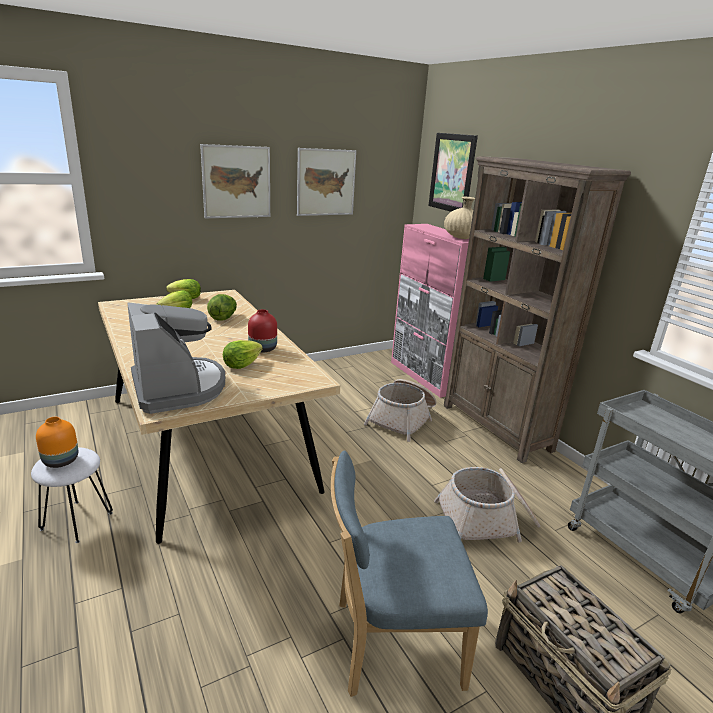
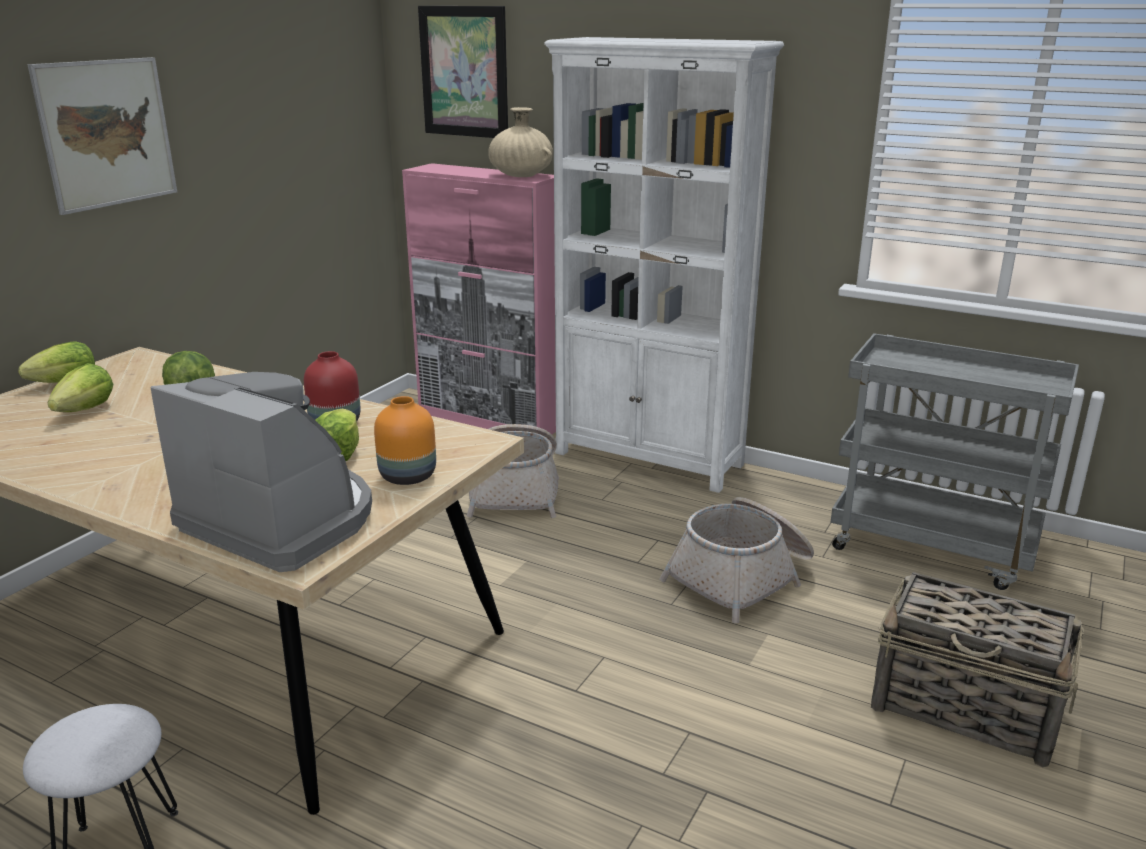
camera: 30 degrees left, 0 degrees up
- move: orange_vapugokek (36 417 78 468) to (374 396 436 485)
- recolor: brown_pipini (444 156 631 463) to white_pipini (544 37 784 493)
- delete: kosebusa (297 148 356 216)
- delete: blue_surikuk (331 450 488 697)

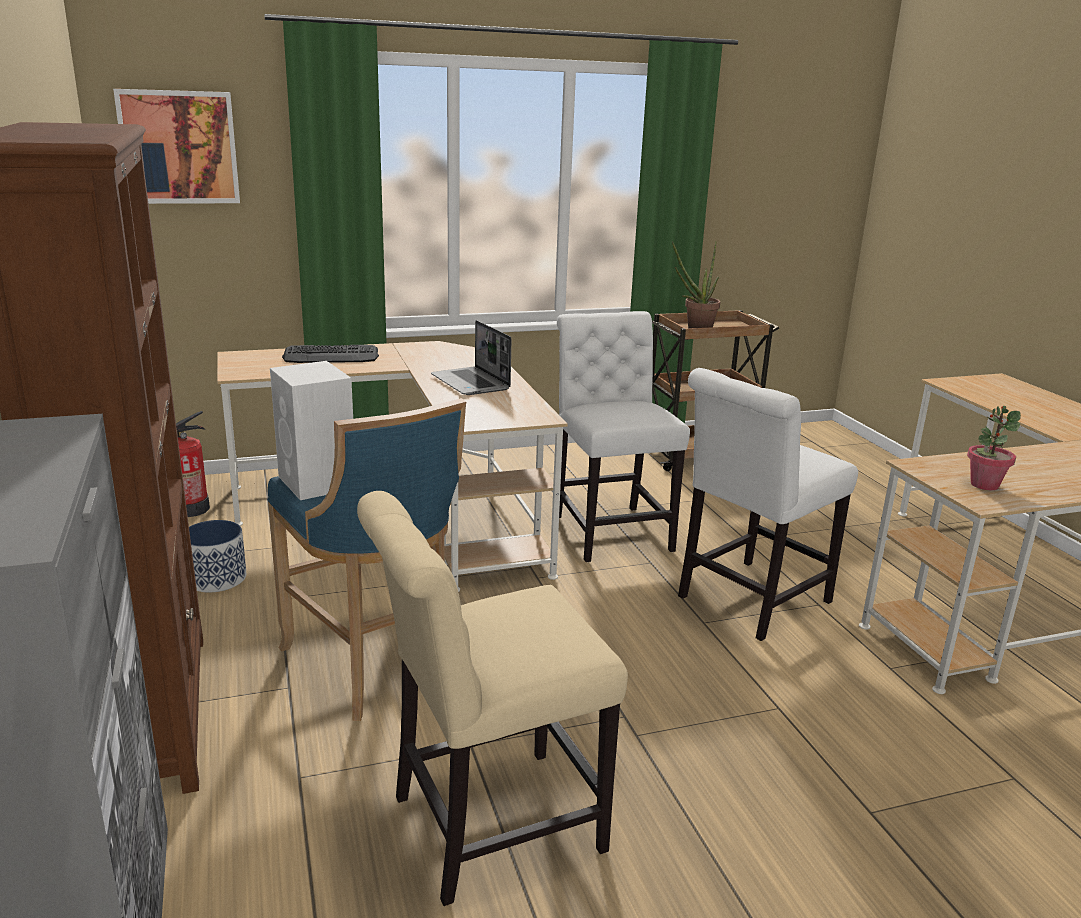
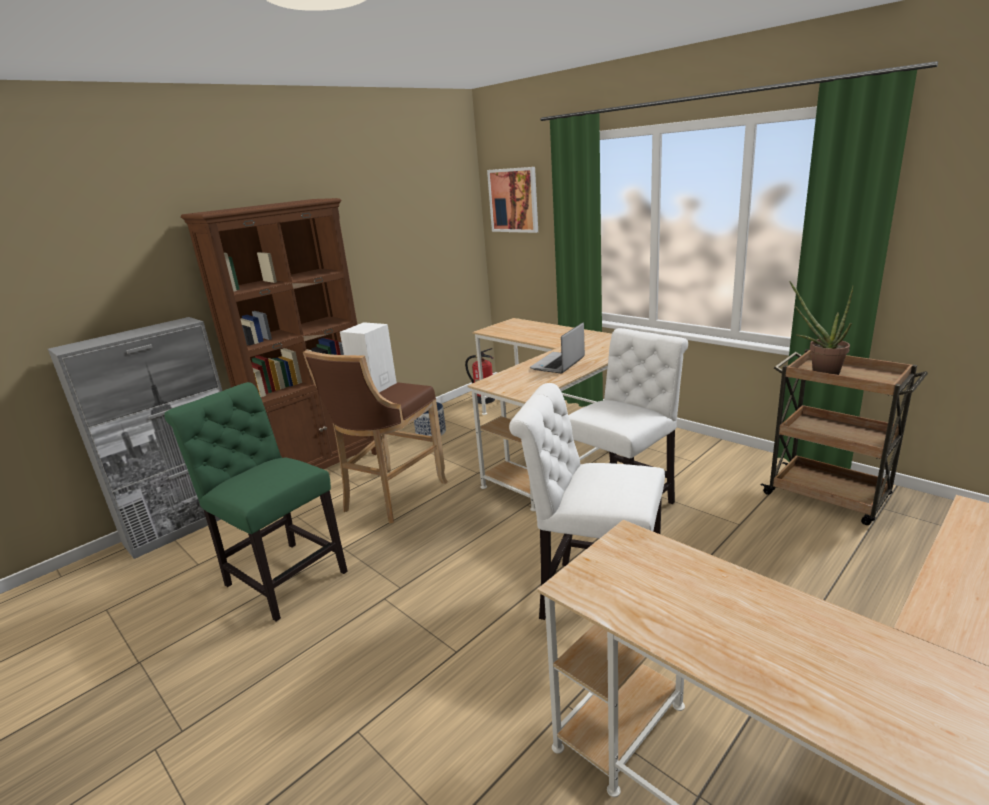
camera: 65 degrees right, 0 degrees up
- recolor: beige_surikuk (357 491 628 906) to green_surikuk (164 382 348 622)
- recolor: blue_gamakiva (267 398 466 721) to brown_gamakiva (303 350 448 524)
- delete: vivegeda (282 345 379 363)
- delete: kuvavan (967 406 1021 490)

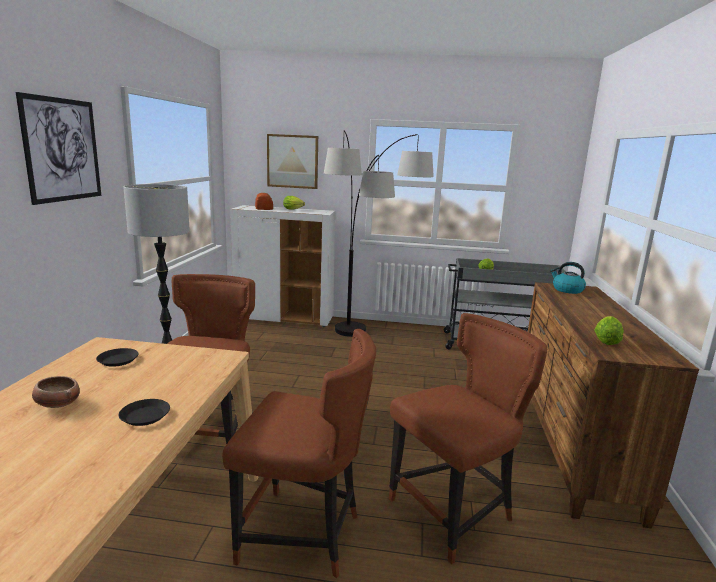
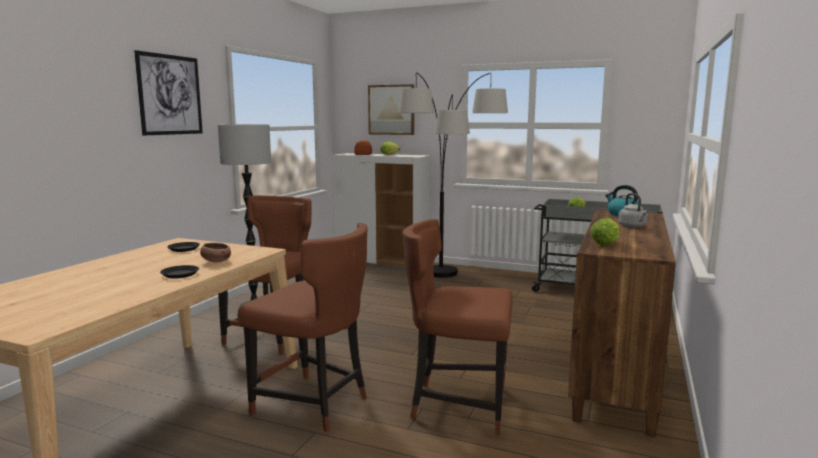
camera: 15 degrees right, 5 degrees down
- move: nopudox (32 376 80 408) to (200 243 231 263)
- rotate: brown_surikuk (389 313 547 564) = (402 219 513 435) 150 degrees counterclockwise
- insert: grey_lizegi (618 193 648 228)

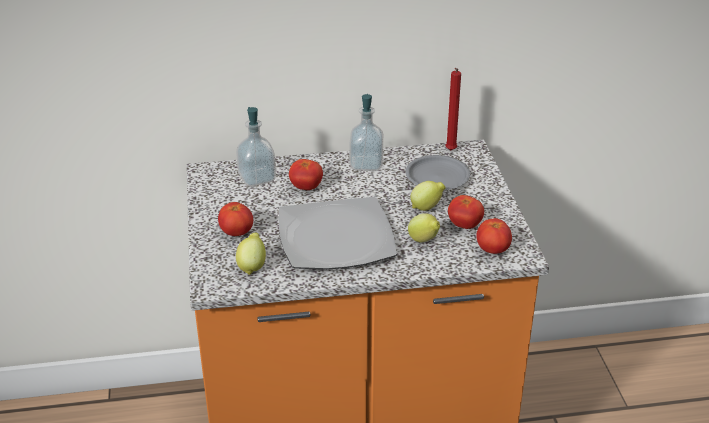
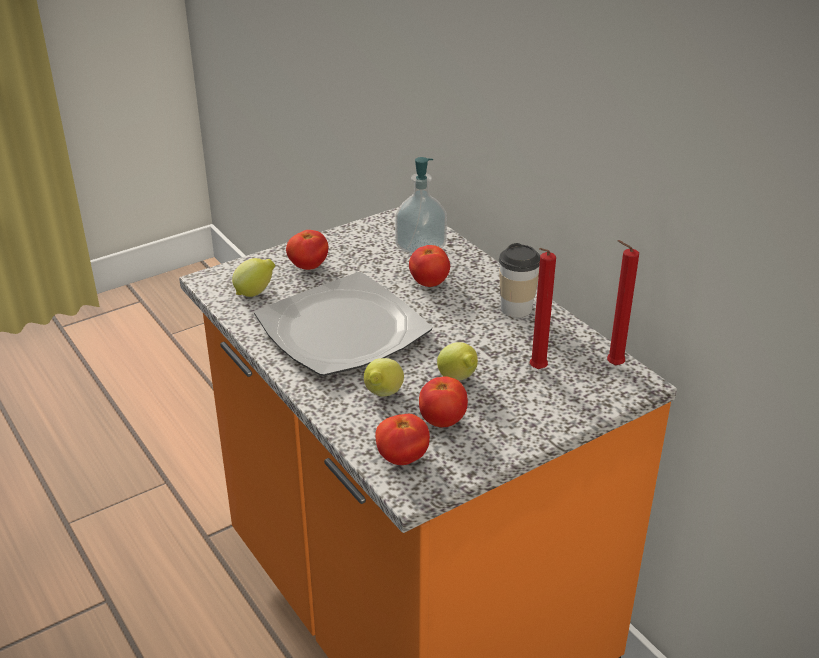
camera: 65 degrees right, 0 degrees up
- replace: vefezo (349 94 383 171) to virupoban (499 243 540 318)
- replace: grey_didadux (406 155 470 190) to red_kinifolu (530 248 556 369)

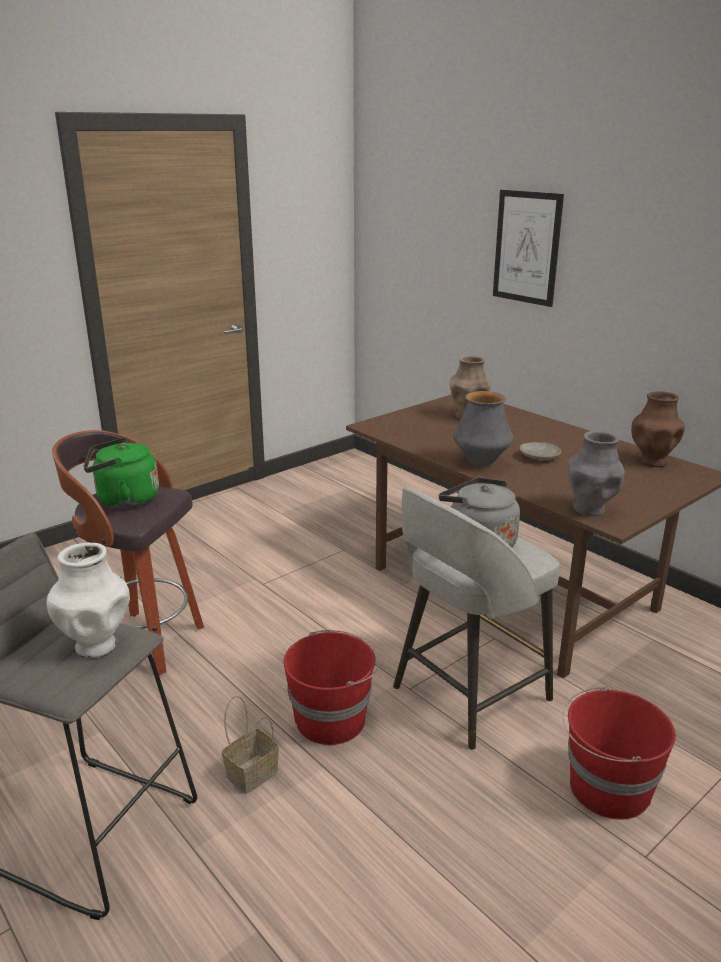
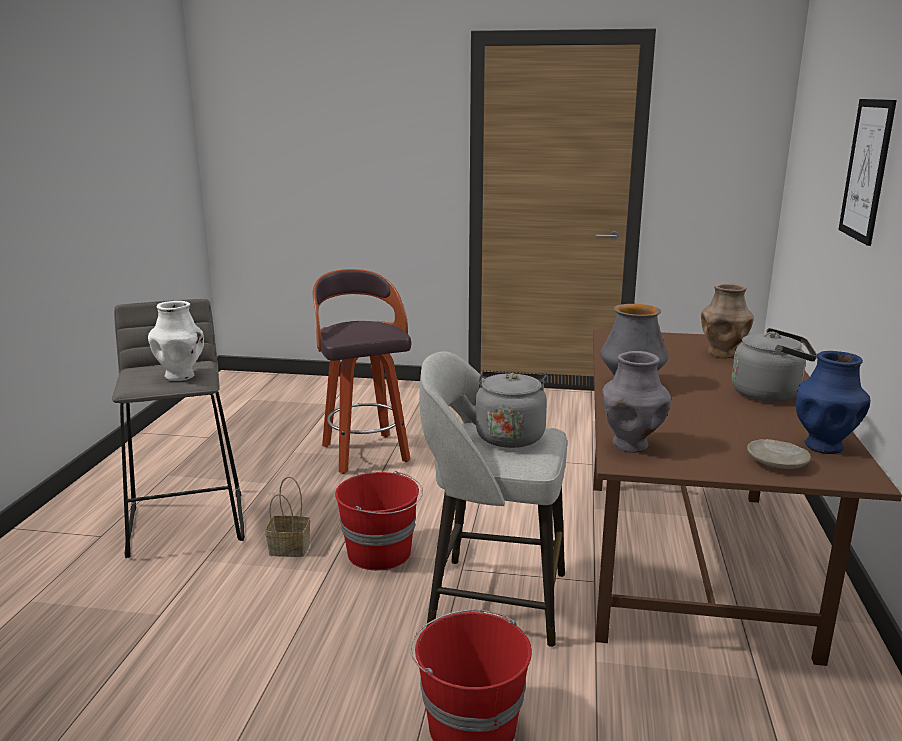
camera: 50 degrees right, 5 degrees down
- insert: grey_lizegi (732 328 817 402)
- move: beige_didadux (520 442 561 461) to (747 439 811 469)
- recolor: brown_vapugokek (631 391 685 467) to blue_vapugokek (796 351 870 454)
- delete: green_lizegi (84 438 159 508)

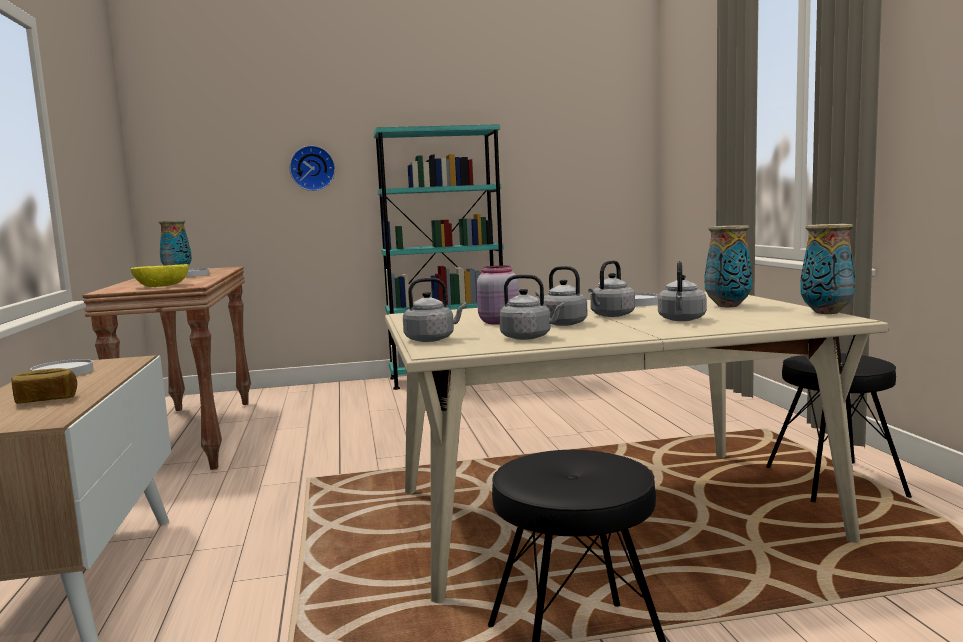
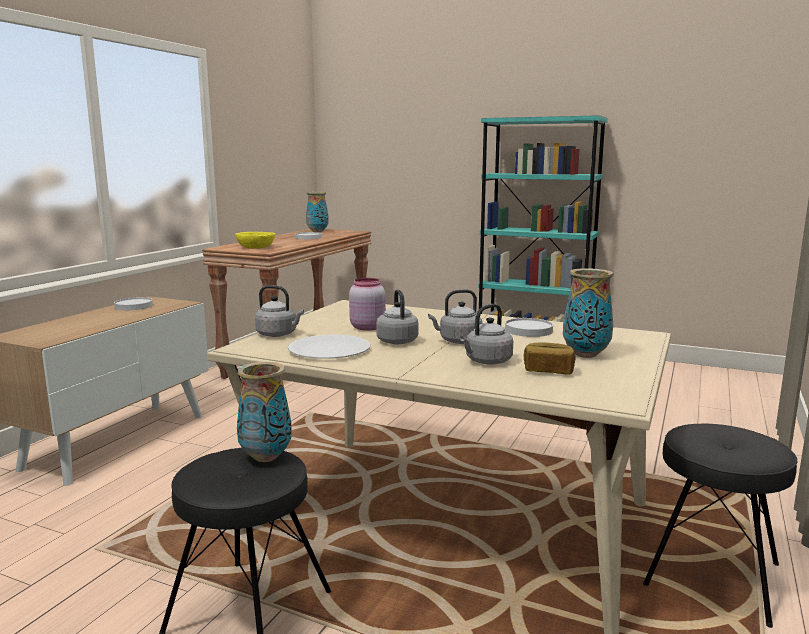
camera: 35 degrees right, 5 degrees up
- move: vapugokek (800 224 855 314) to (237 362 292 462)
- replace: grey_lizegi (499 275 565 340) to white_didadux (288 335 370 359)
- move: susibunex (11 368 77 404) to (524 343 576 374)
- delete: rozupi (289 145 335 191)

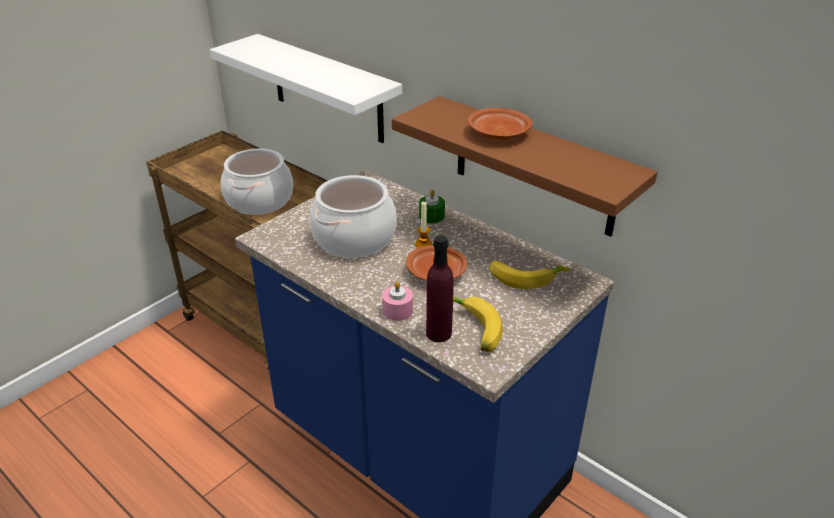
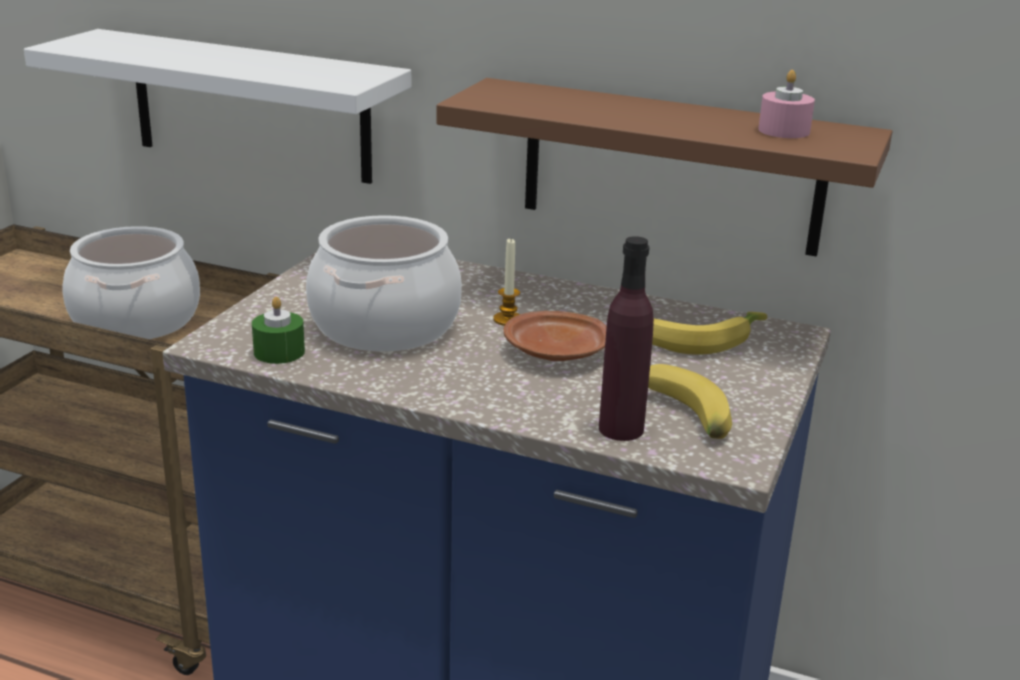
camera: 20 degrees left, 10 degrees down
- move: green_kinifolu (419 190 445 223) to (252 296 305 364)
- move: pink_kinifolu (382 281 413 321) to (758 70 815 138)
- delete: brown_didadux (468 108 533 140)

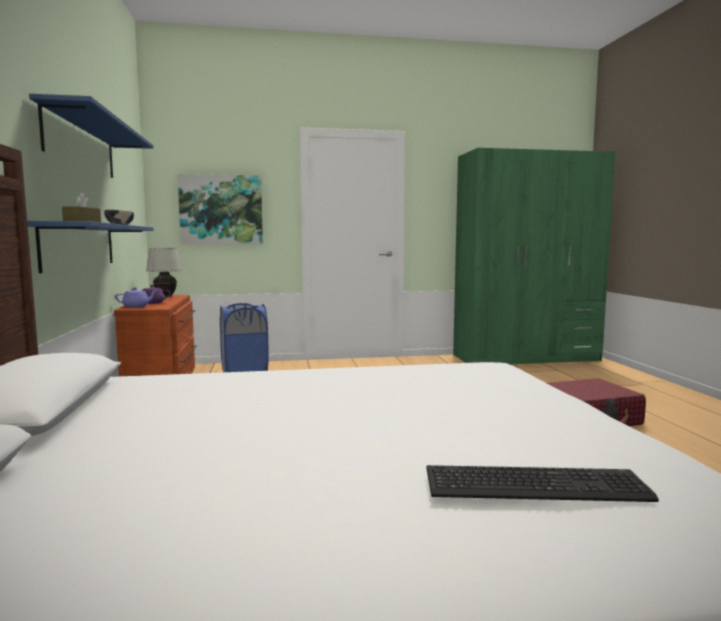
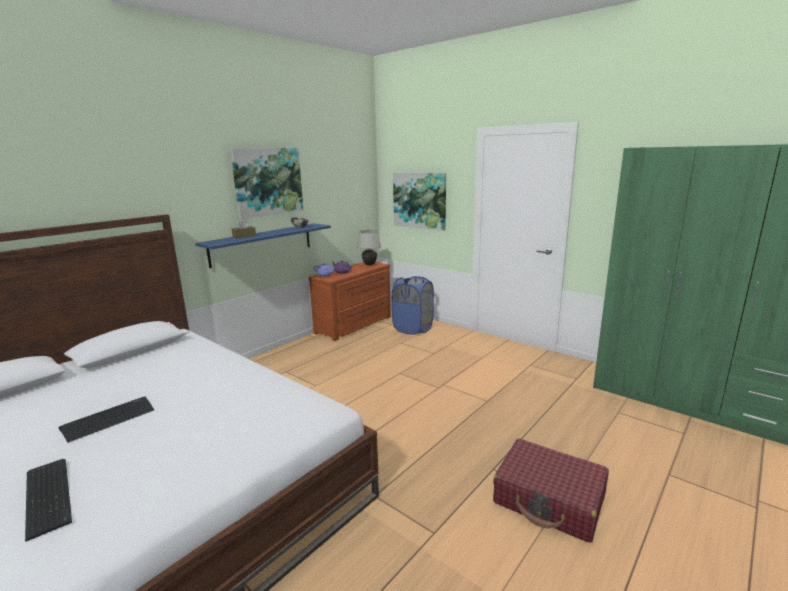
camera: 50 degrees right, 10 degrees up
- insert: vivegeda (58 397 154 443)
- replace: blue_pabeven (29 94 154 178) to kosebusa (230 148 303 219)

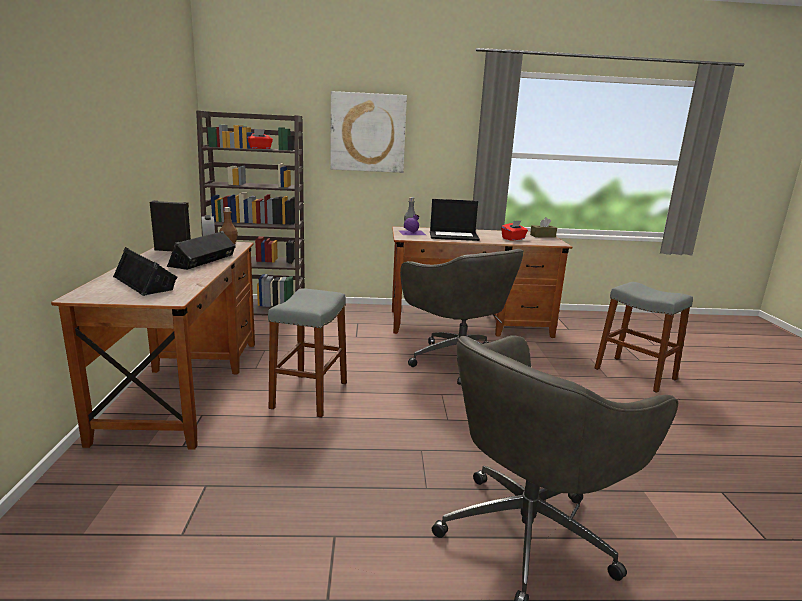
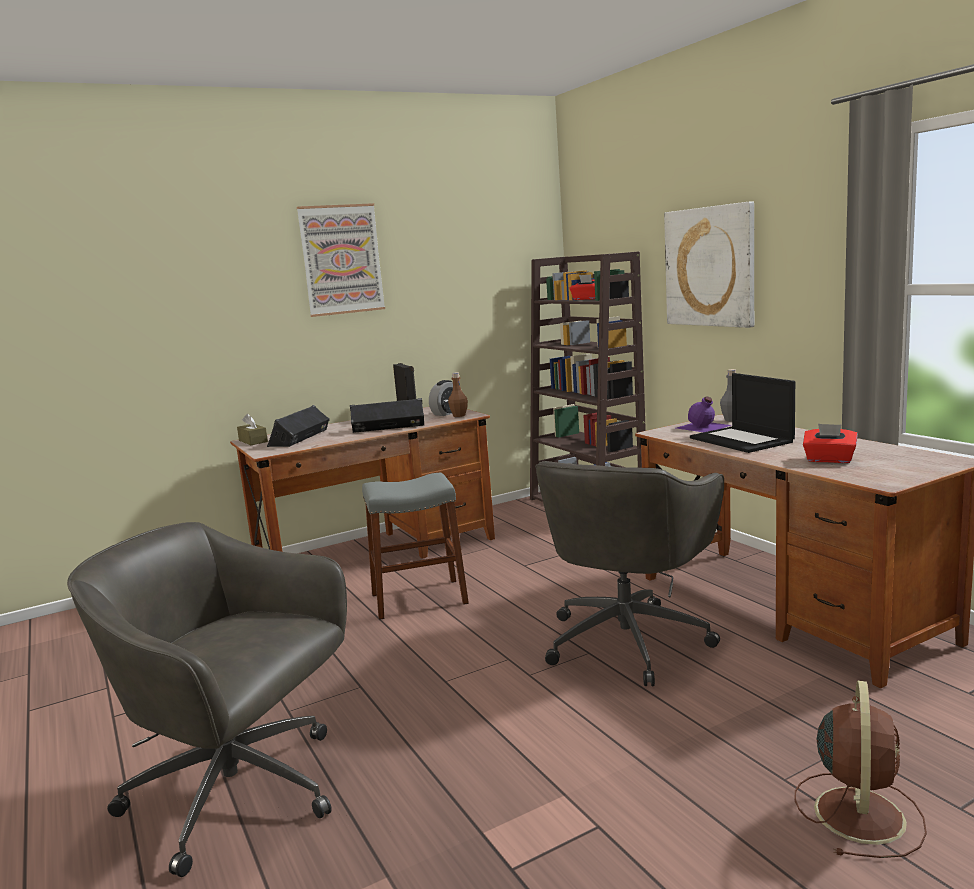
camera: 65 degrees right, 5 degrees down
- move: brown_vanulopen (530 217 557 238) to (237 414 268 445)
- insert: kosebusa (297 203 385 317)
- replace: grey_gamakiva (594 282 693 393) to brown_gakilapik (795 681 927 858)

